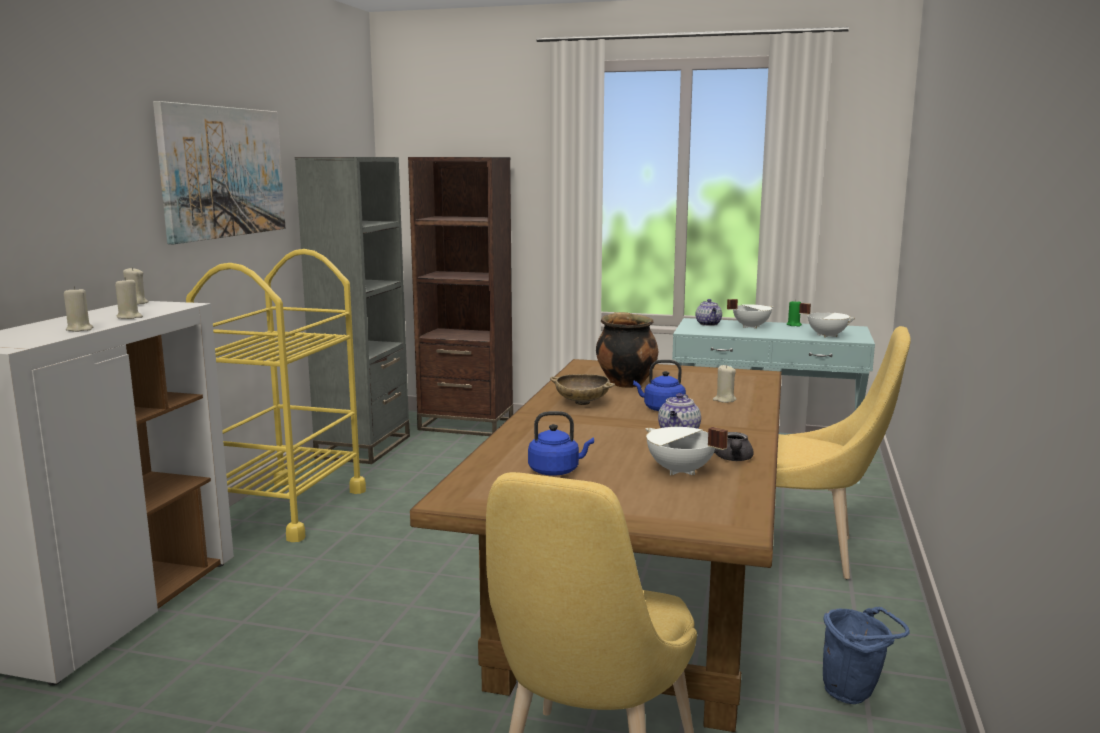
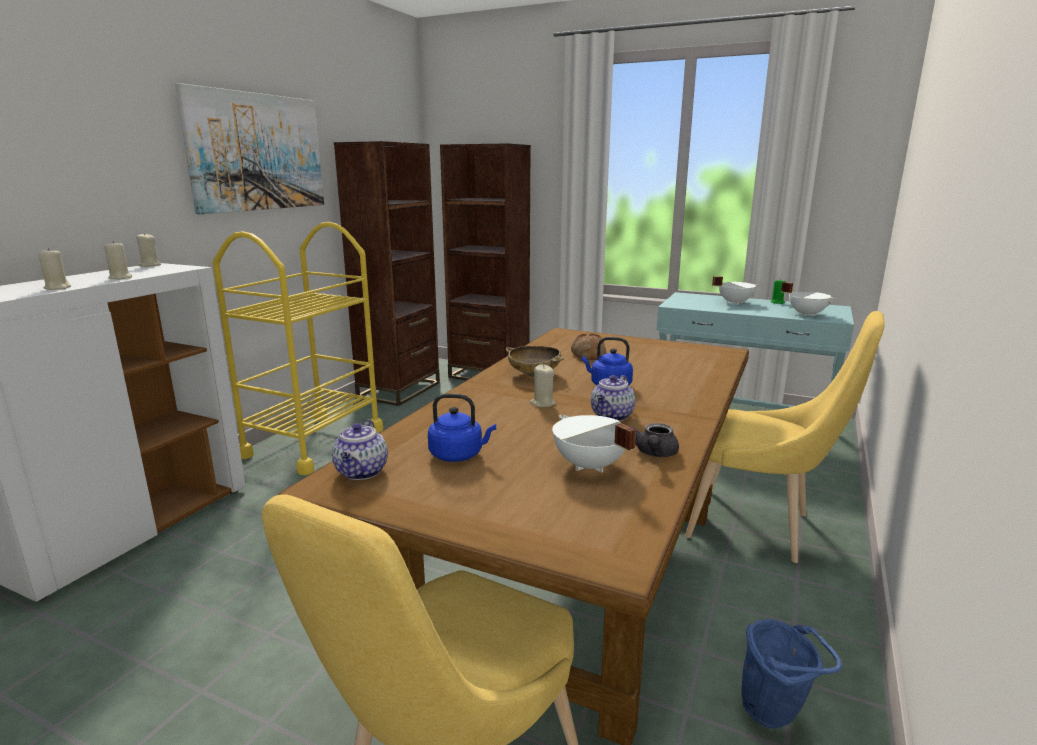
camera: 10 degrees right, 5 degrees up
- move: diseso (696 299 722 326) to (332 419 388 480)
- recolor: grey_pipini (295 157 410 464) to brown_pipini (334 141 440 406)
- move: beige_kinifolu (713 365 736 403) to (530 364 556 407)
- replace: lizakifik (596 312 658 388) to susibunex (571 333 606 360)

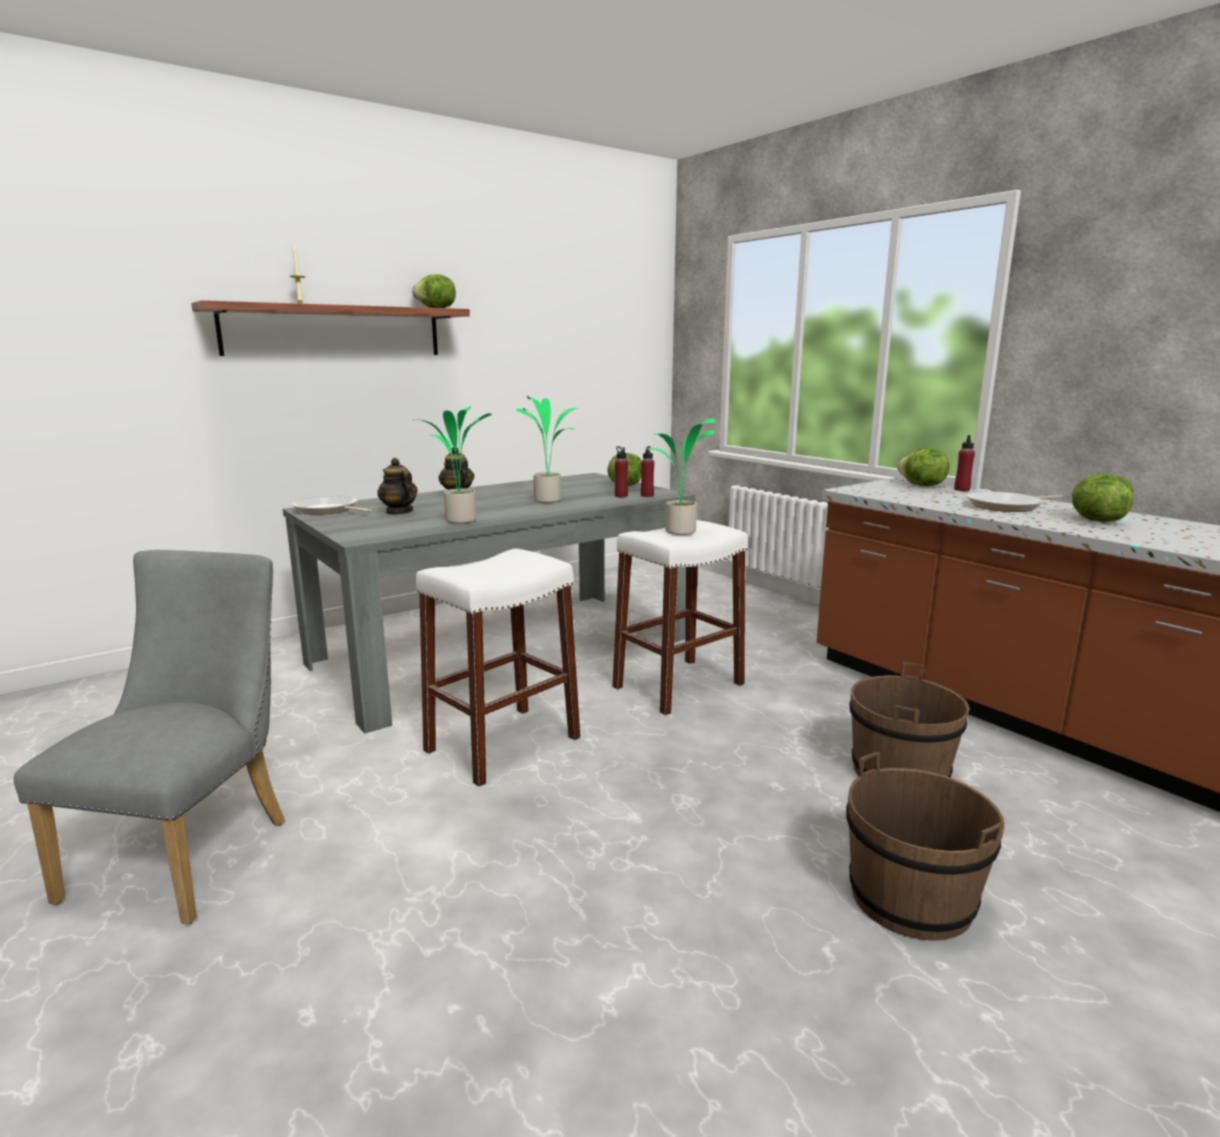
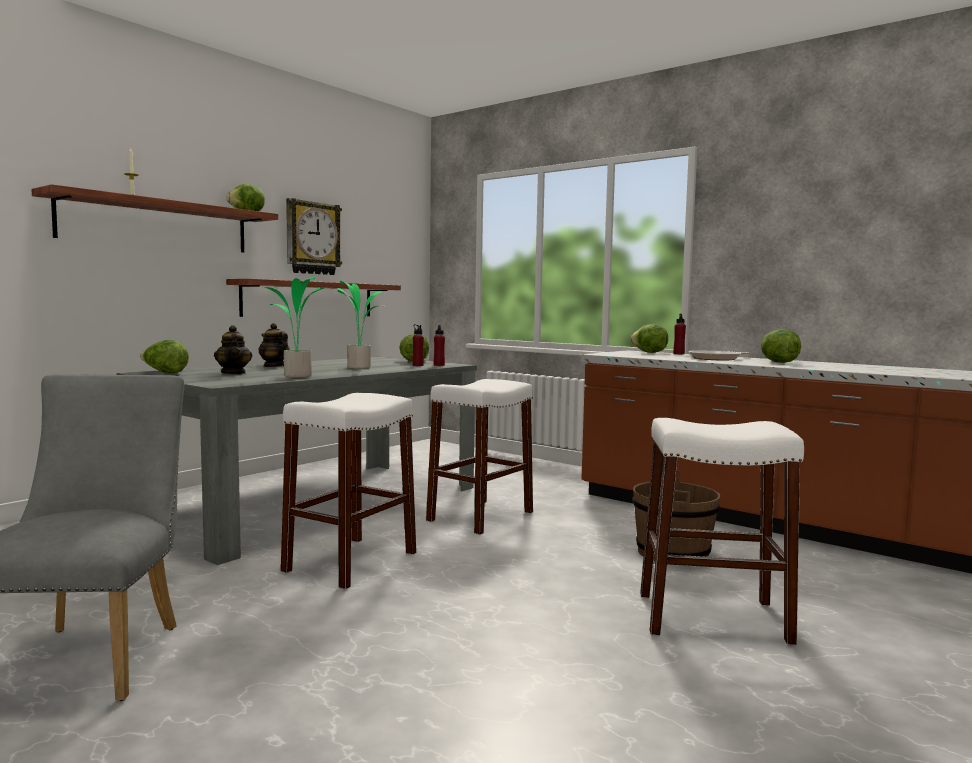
camera: 15 degrees left, 10 degrees down
- replace: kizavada (292 496 373 515) to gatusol (140 340 189 374)
- rotate: diseso (377 458 418 515) = (214 325 252 374) 150 degrees counterclockwise
- insert: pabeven (226 279 401 317)
- insert: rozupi (286 198 342 275)
- replace: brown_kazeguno (846 752 1005 941) to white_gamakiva (640 418 804 645)
- delete: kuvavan (647 418 715 535)

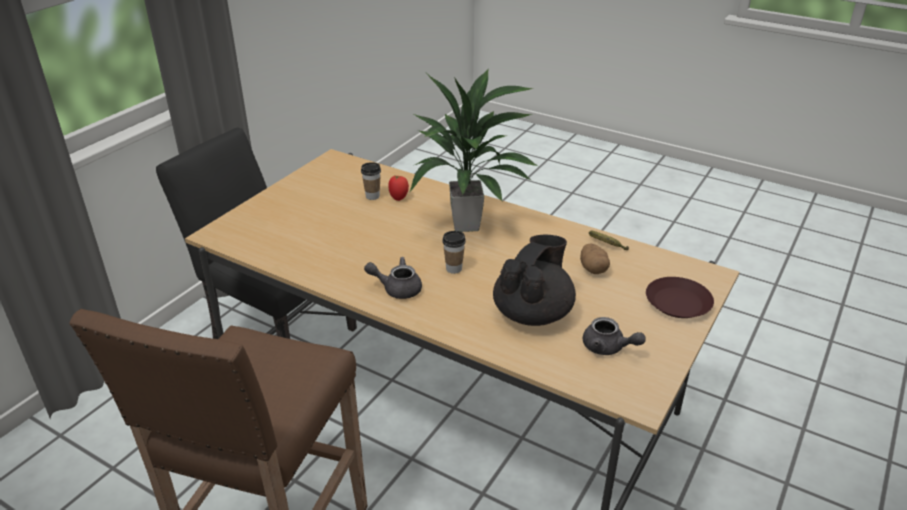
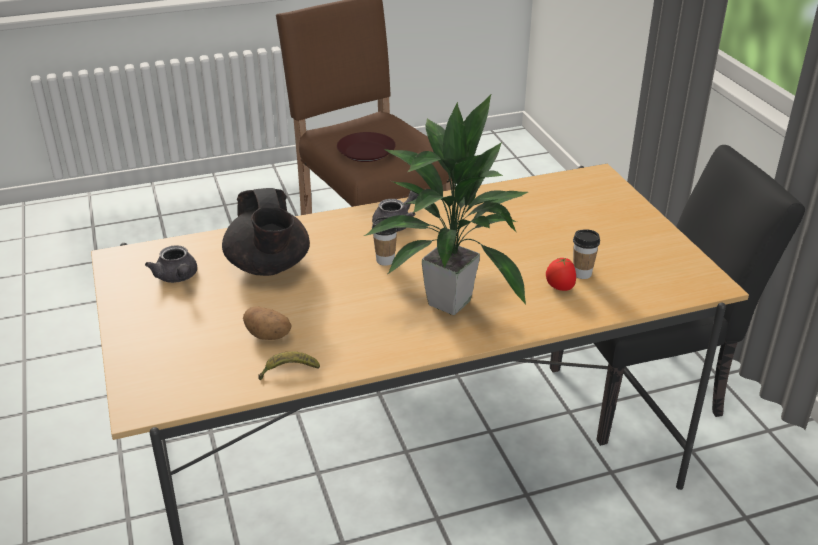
camera: 130 degrees right, 0 degrees up
- rotate: grey_diseso (582 317 646 355) = (145 245 197 283) 105 degrees counterclockwise
- move: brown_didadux (646 277 714 318) to (337 132 396 162)

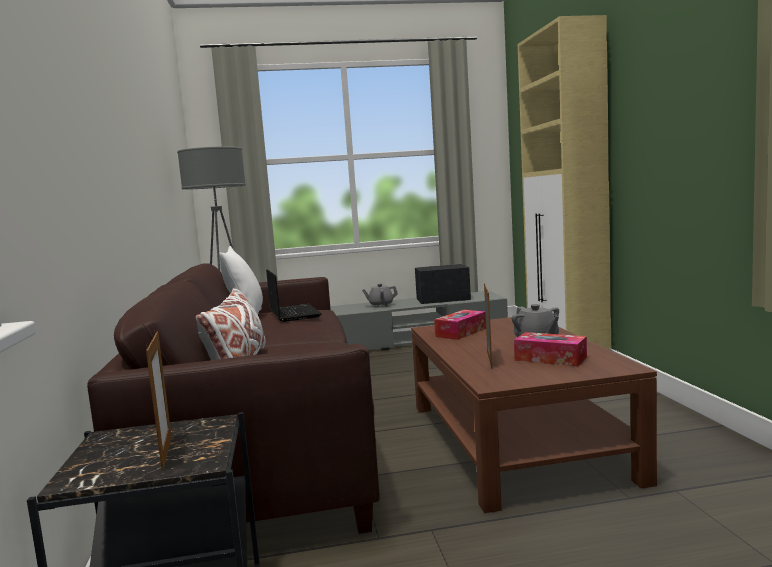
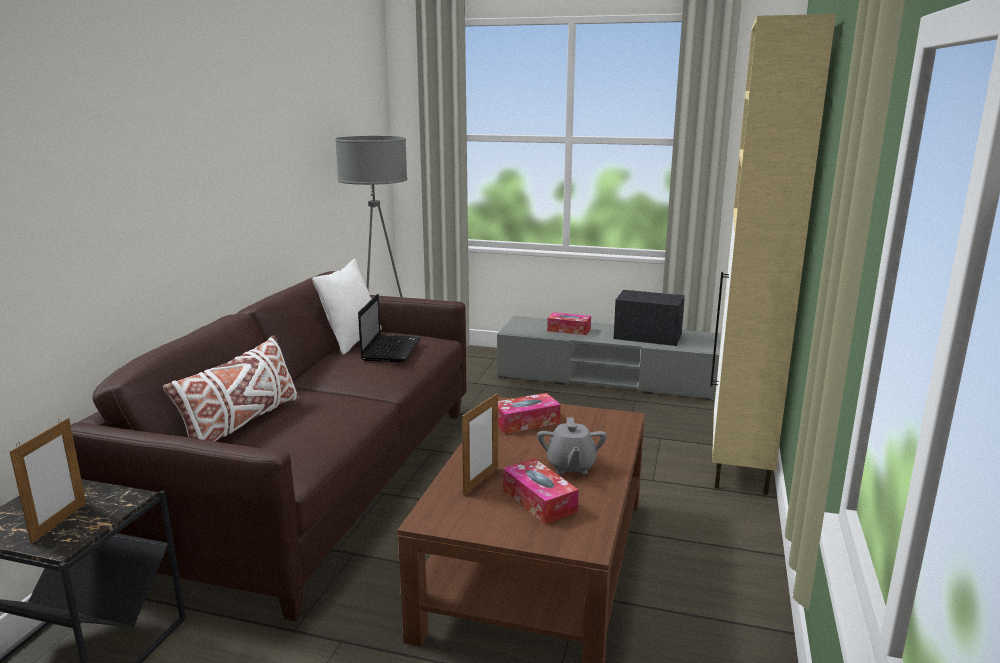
camera: 25 degrees right, 10 degrees up
- replace: grey_diseso (362 283 398 308) to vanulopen (547 312 591 335)

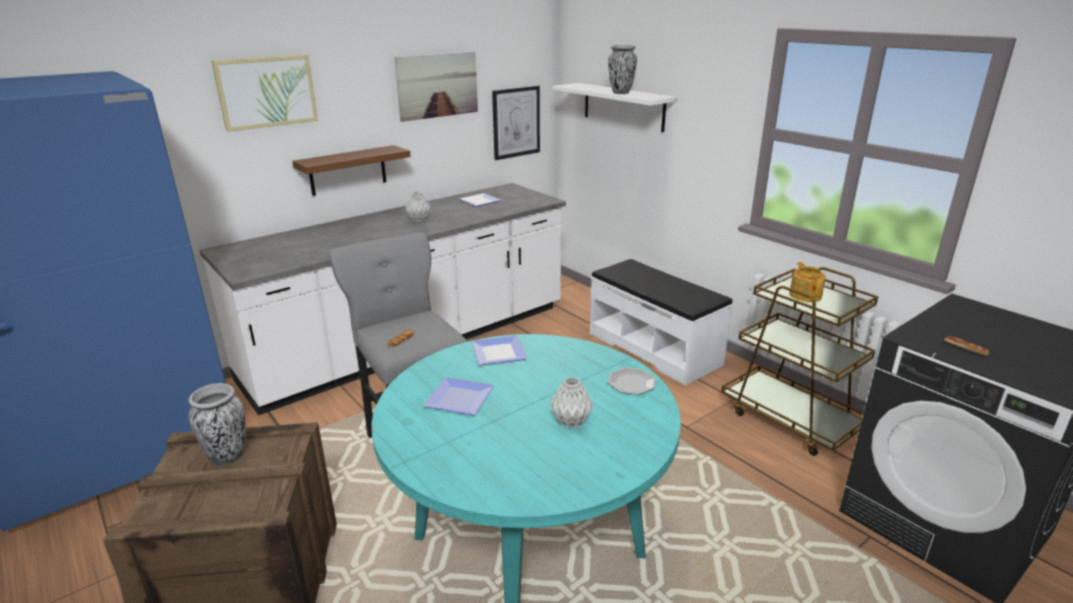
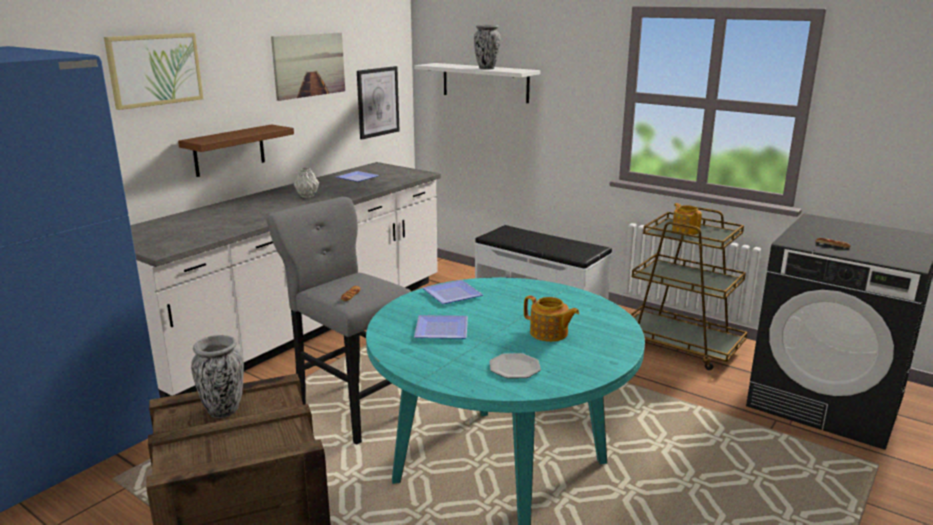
camera: 15 degrees left, 5 degrees down
- move: didadux (607 367 656 395) to (489 353 541 379)
- replace: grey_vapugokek (550 377 593 428) to diseso (524 296 579 342)

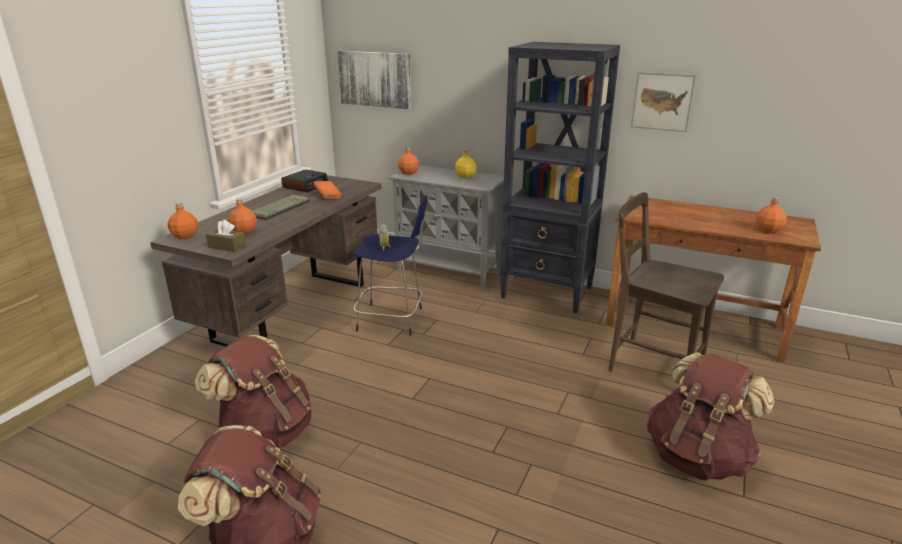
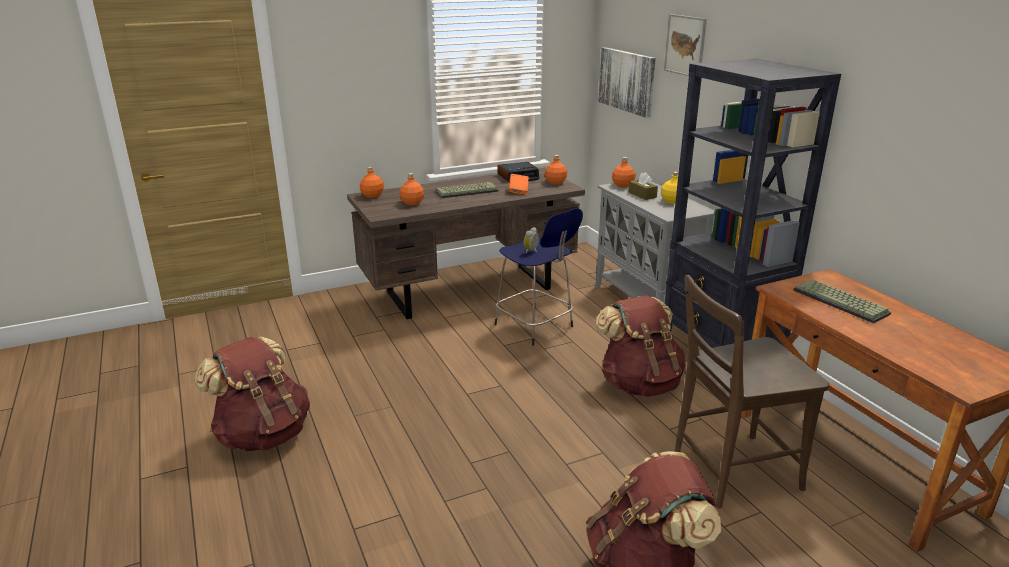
camera: 40 degrees right, 0 degrees up
- move: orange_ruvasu (755 197 787 233) to (545 155 567 185)
- move: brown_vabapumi (195 335 311 448) to (596 295 686 397)
- move: brown_vanulopen (206 220 246 252) to (628 172 658 200)
- move: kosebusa (631 72 696 132) to (664 14 707 76)
- rotate: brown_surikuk (609 192 724 372) = (675 275 829 509) 90 degrees counterclockwise
- insert: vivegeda (793 279 891 323)

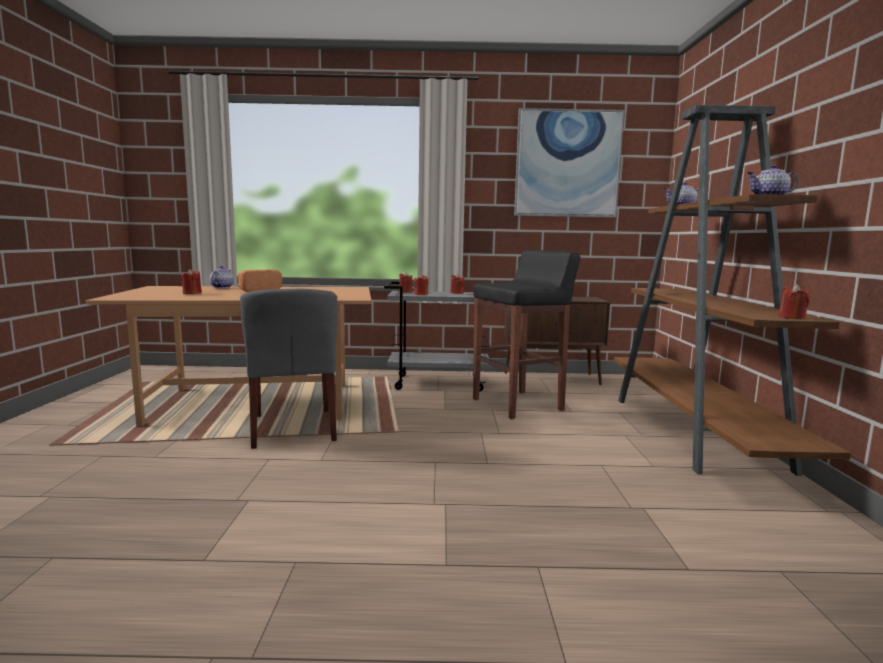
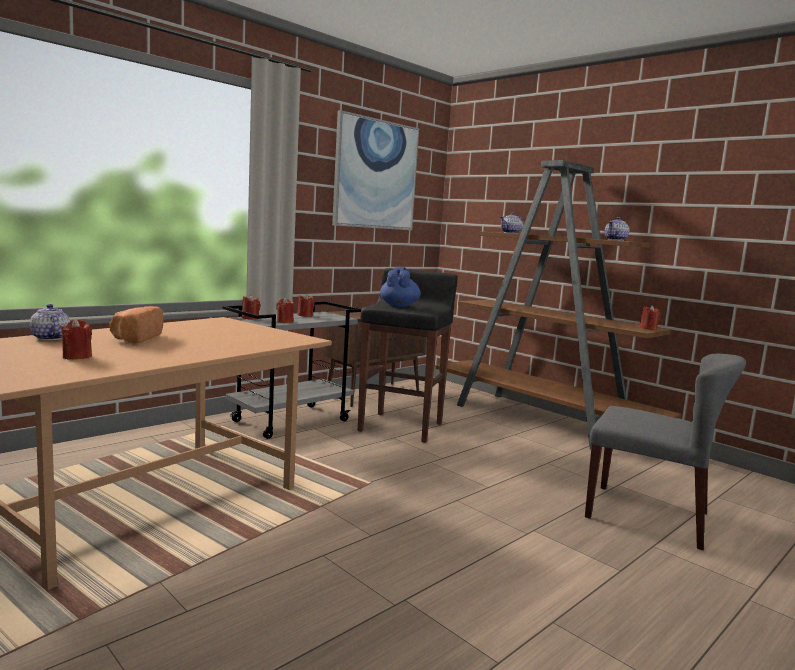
camera: 45 degrees left, 0 degrees up
- insert: blue_diseso (380 267 421 307)
- move: grey_surikuk (240 289 338 449) to (585 353 746 550)

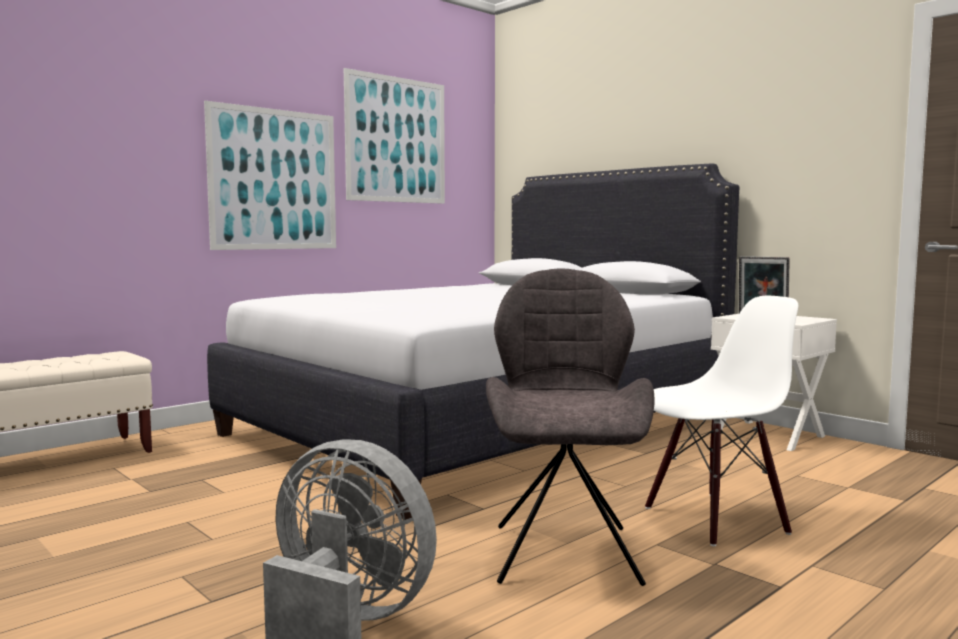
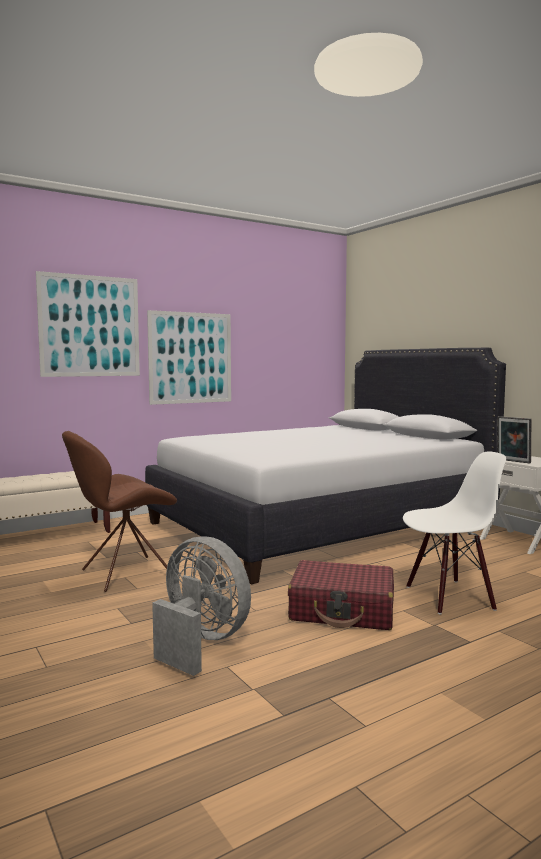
camera: 10 degrees right, 0 degrees up
- move: kosebusa (344 68 445 204) to (36 271 140 377)
- insert: brown_surikuk (62 431 177 592)
- replace: grey_surikuk (486 268 654 586) to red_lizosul (288 560 394 630)

